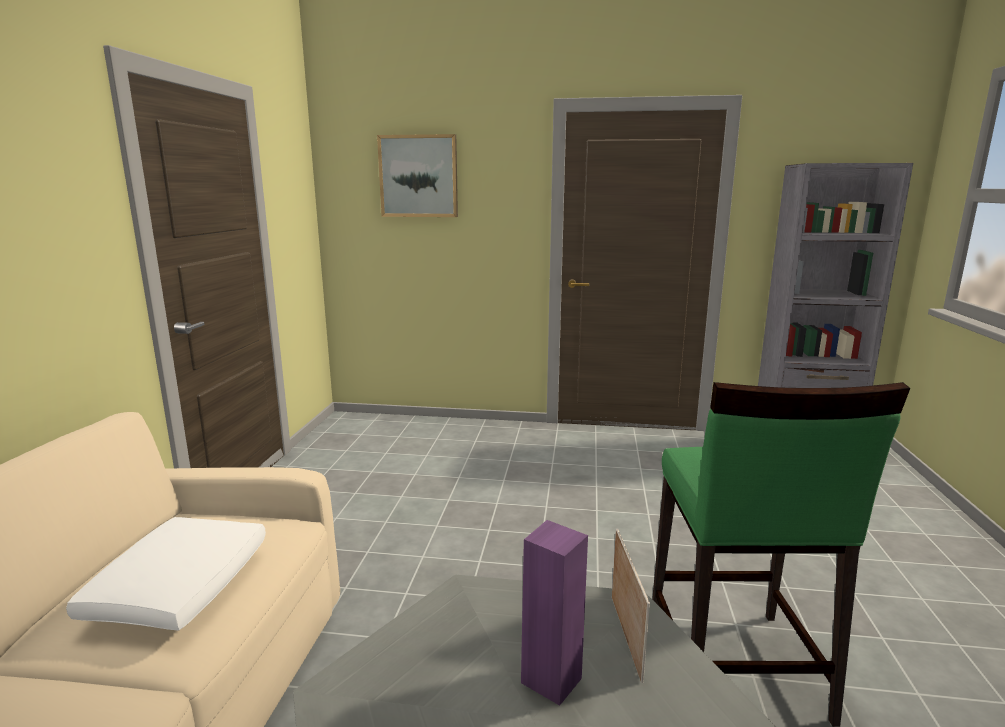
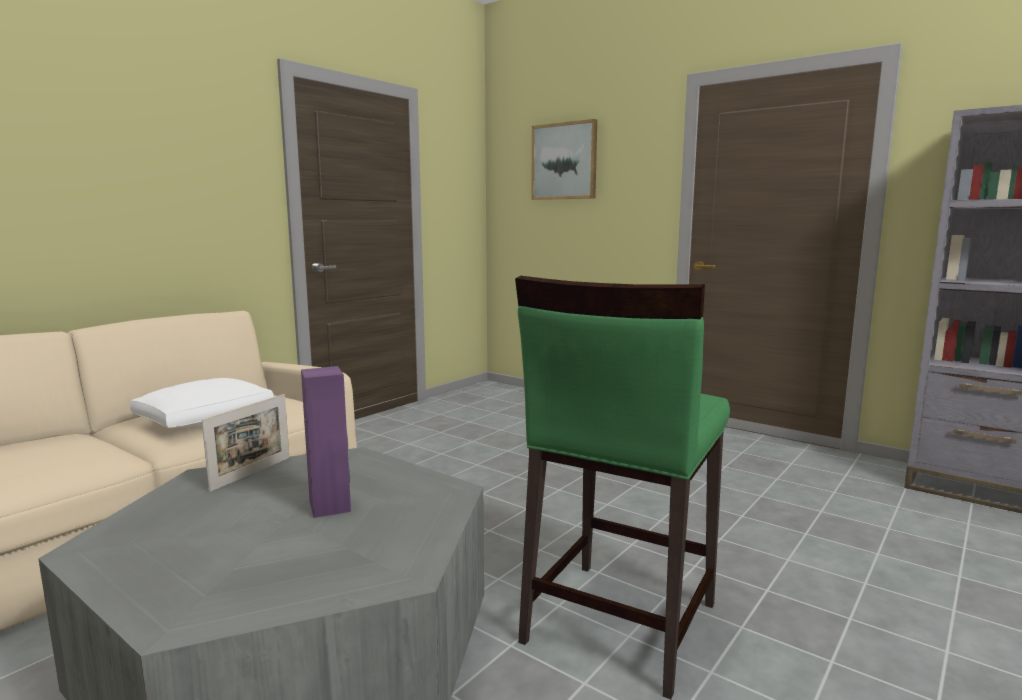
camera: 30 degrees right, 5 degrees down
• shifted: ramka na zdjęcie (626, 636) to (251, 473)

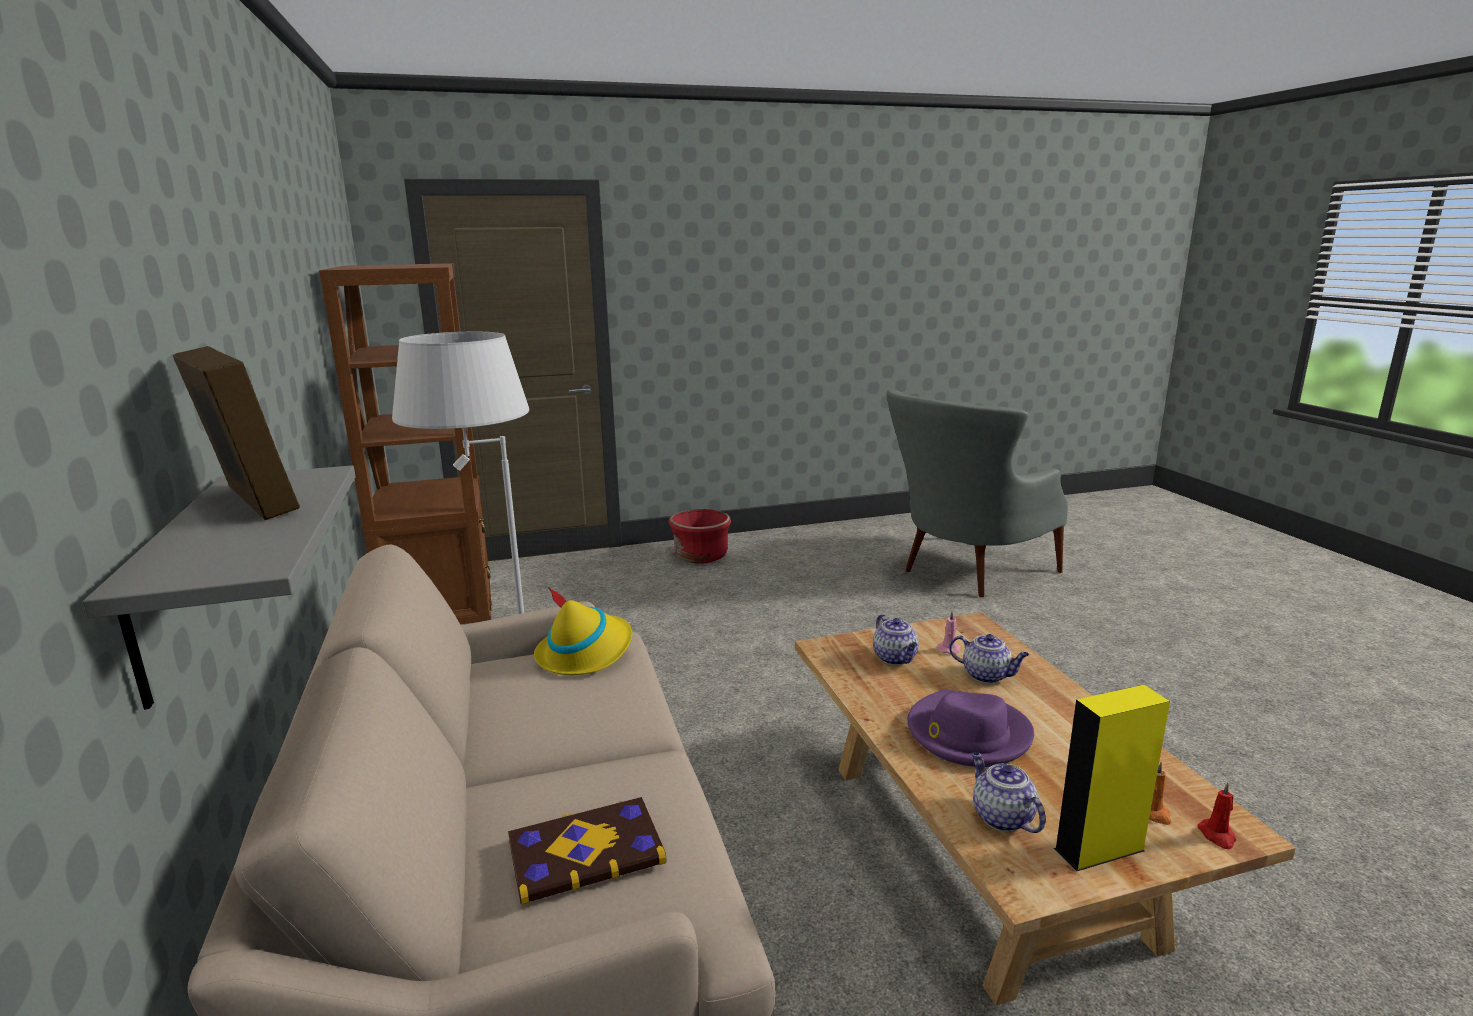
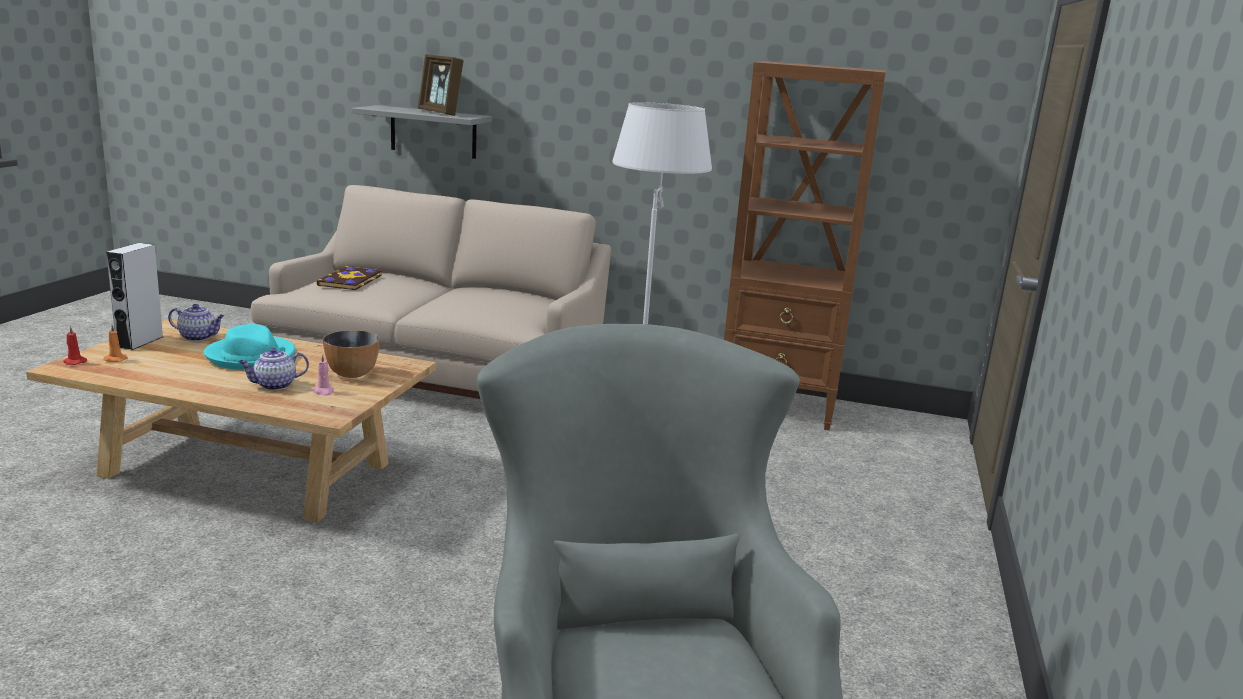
camera: 120 degrees right, 0 degrees up
• gone: kapelusz [żółty] (585, 652)
• gone: donica [czerwony] (701, 556)
• swapped: imbryk (895, 658) to miska (351, 374)
• repainted: kapelusz [fioletowy] (967, 734) to kapelusz [turkusowy] (251, 356)
• repainted: głośnik [żółty] (1099, 849) to głośnik [szary] (140, 342)
• rotated: ramka na zdjęcie (250, 502) = (440, 113) 60 degrees clockwise

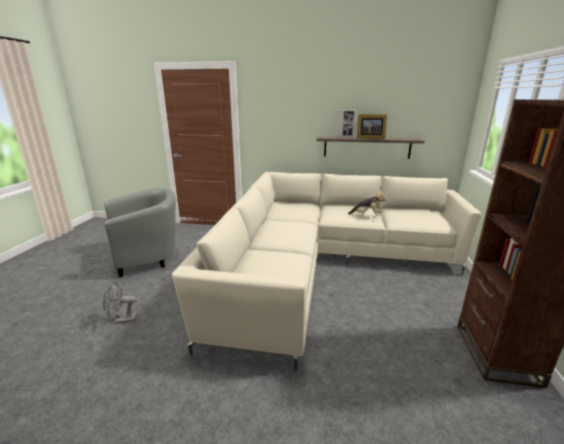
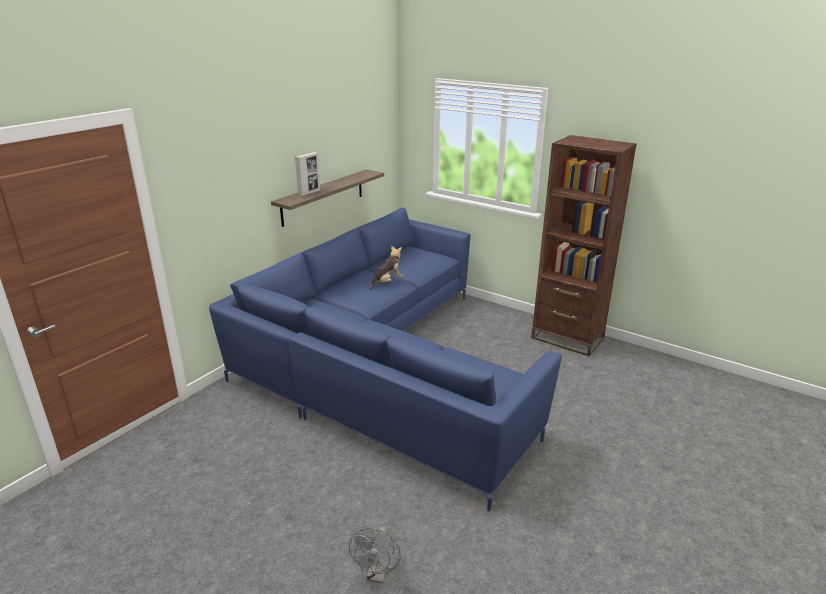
camera: 65 degrees left, 5 degrees up
• gone: fotel [szary] (148, 257)
• gone: ramka na zdjęcie (369, 138)
• repainted: kanapa [beżowy] (320, 266) to kanapa [niebieski] (380, 367)

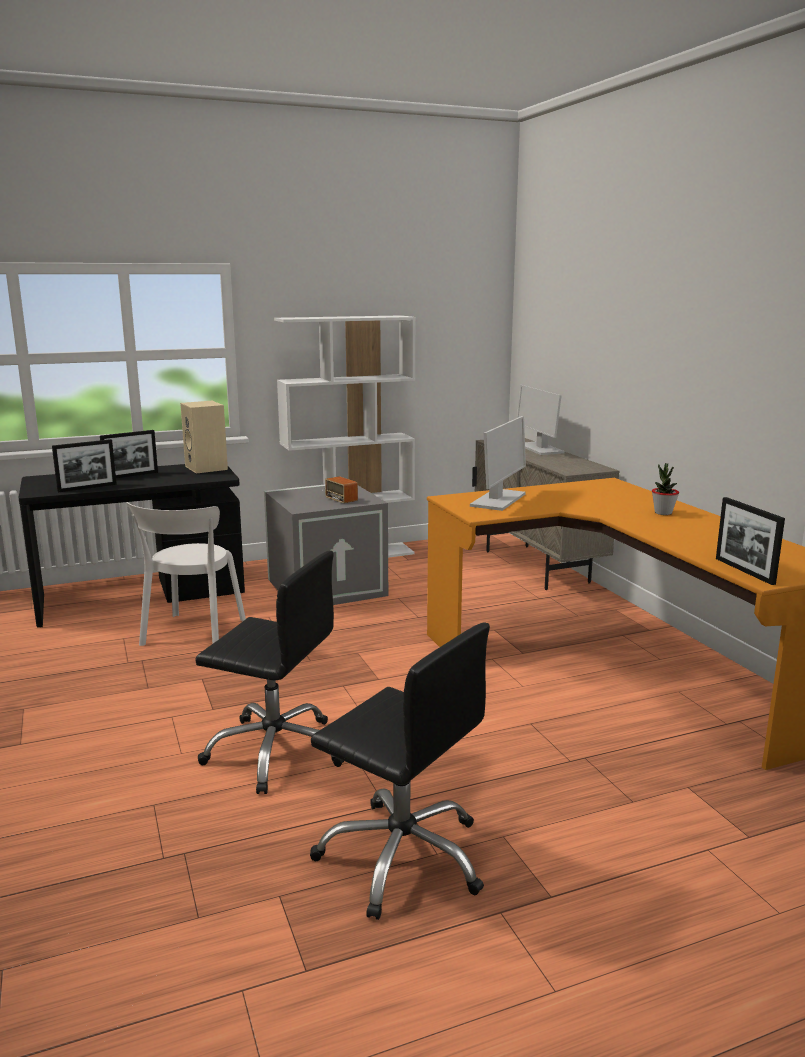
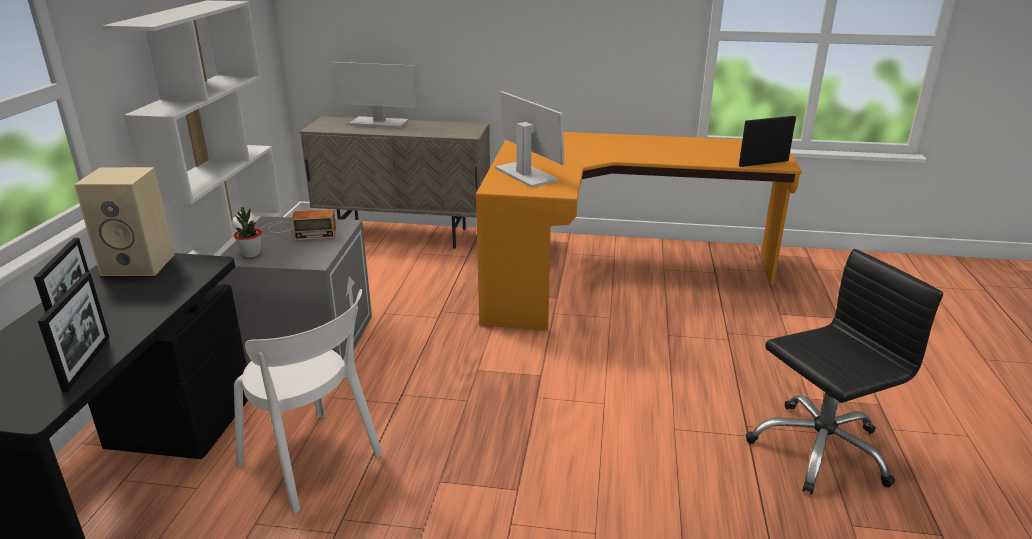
camera: 60 degrees left, 10 degrees up
• gone: krzesło biurowe [czarny] (275, 751)
• shifted: roślina doniczkowa (663, 513) to (251, 254)
• rotated: ramka na zdjęcie (744, 571) = (763, 163) 150 degrees clockwise

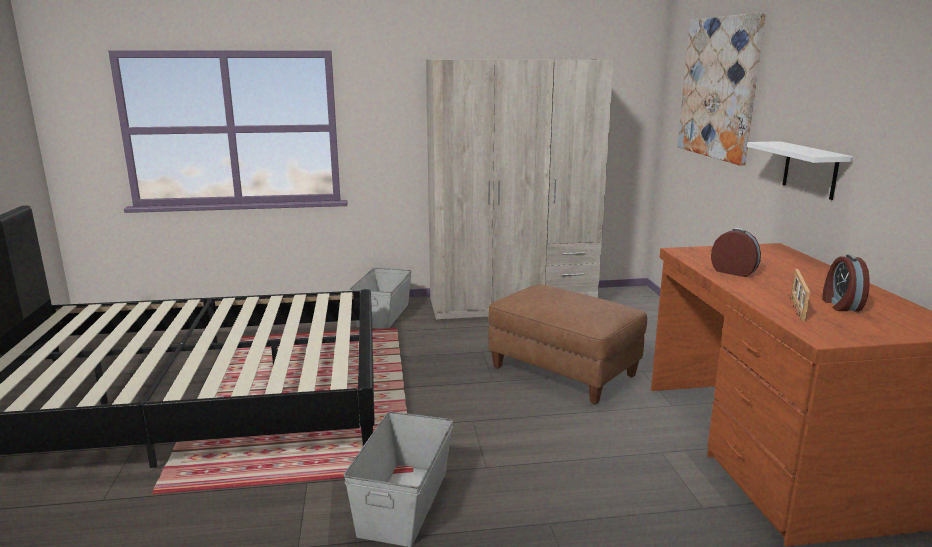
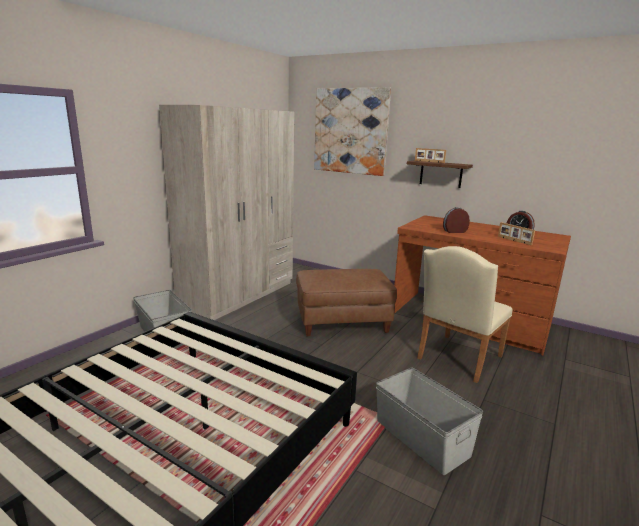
camera: 50 degrees left, 0 degrees up
• new: ramka na zdjęcie (429, 161)
• new: krzesło [beżowy] (457, 359)
• repainted: półka [biały] (810, 170) to półka [brązowy] (441, 174)

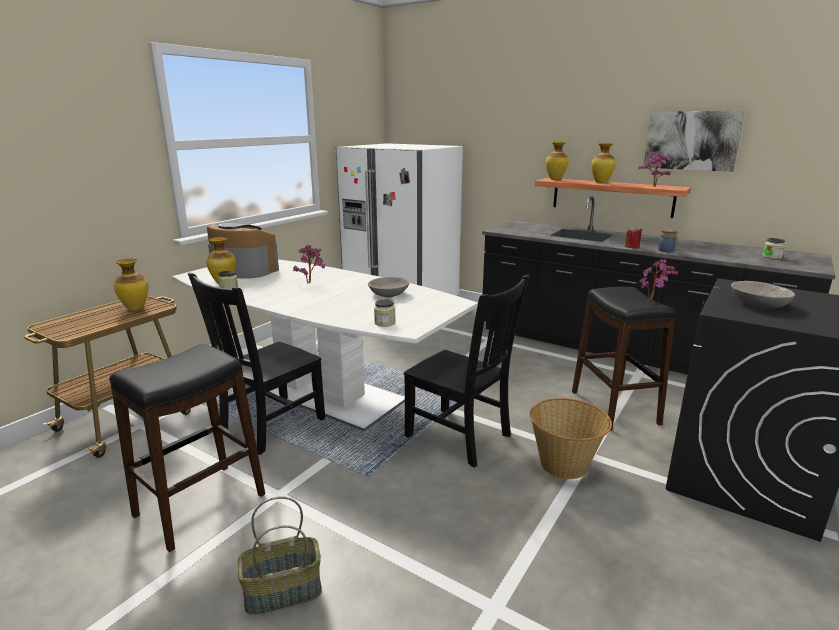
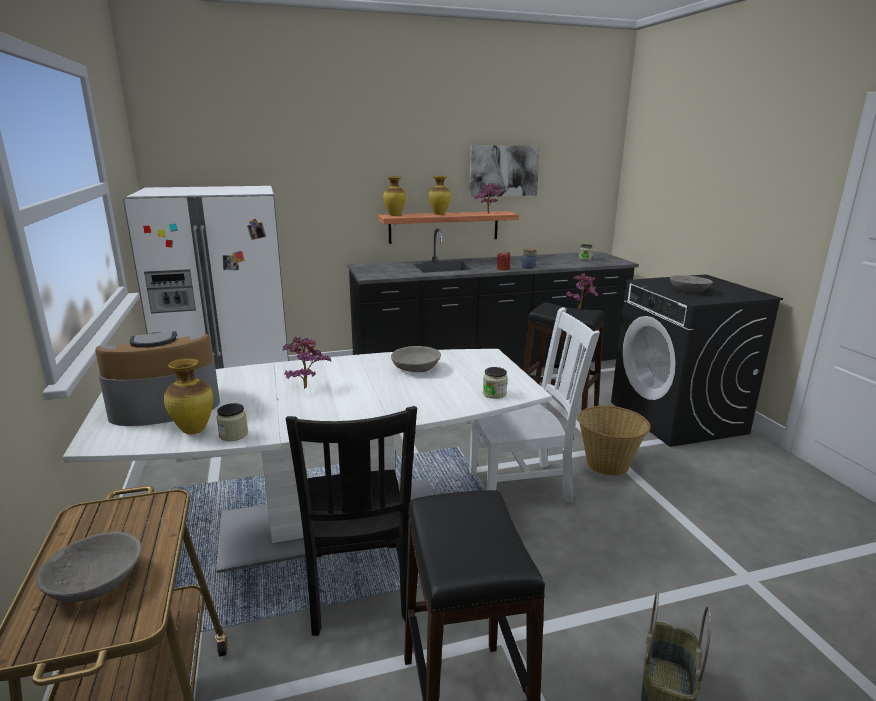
camera: 50 degrees left, 0 degrees up
• gone: wazon (135, 308)
• new: miska [szary] (96, 582)
• repainted: krzesło [czarny] (461, 437) to krzesło [biały] (523, 486)

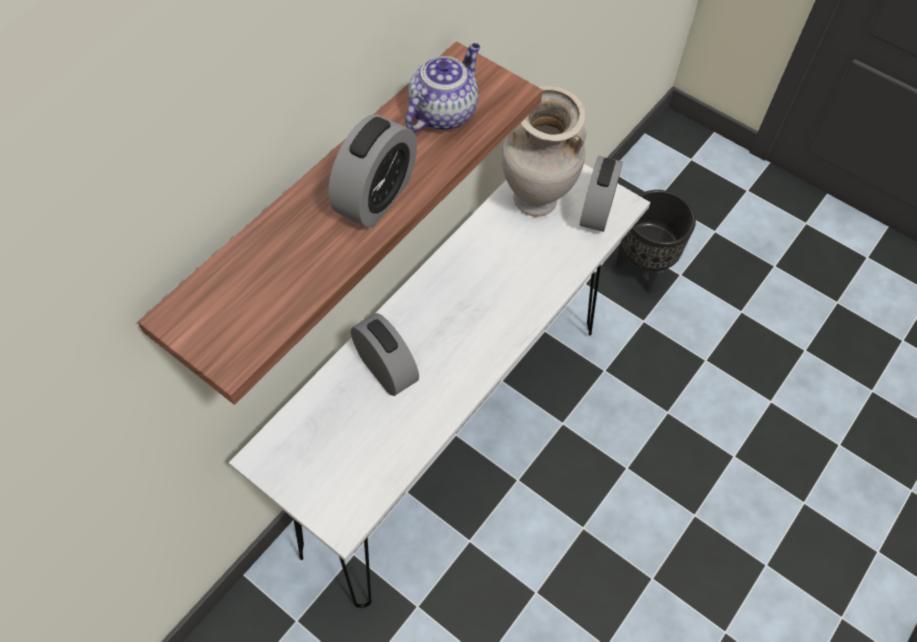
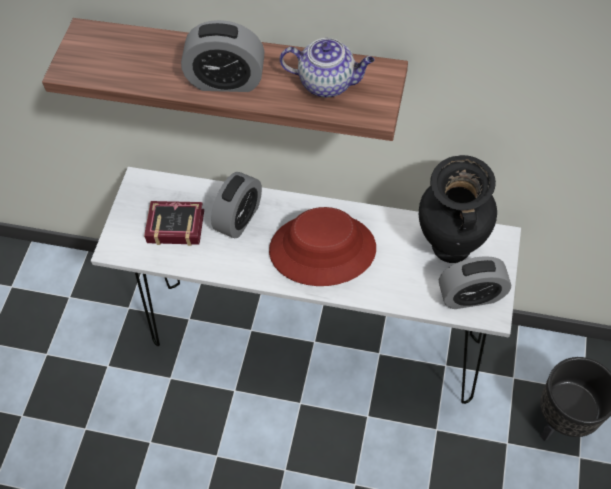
camera: 70 degrees right, 0 degrees up
• new: książka (173, 225)
• new: kapelusz [czerwony] (322, 249)
• repainted: wazon [beżowy] (535, 202) to wazon [czarny] (449, 247)

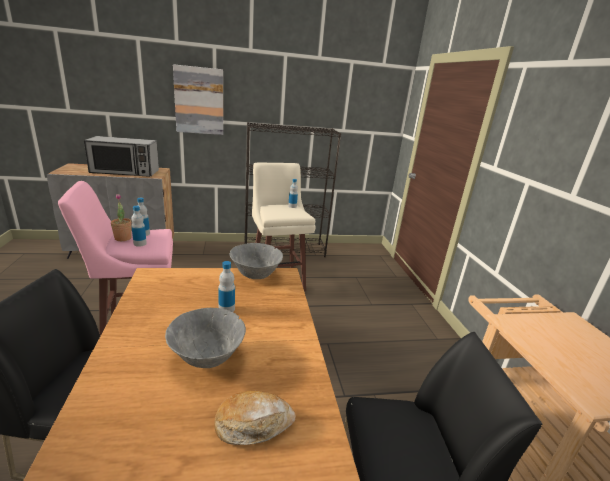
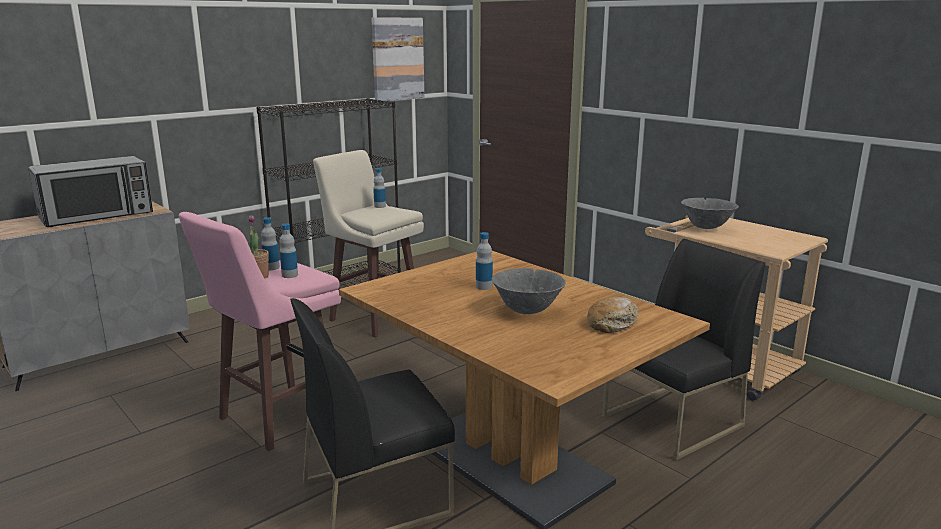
camera: 30 degrees left, 5 degrees down
• shifted: obraz (199, 101) to (397, 59)
• shifted: miska [szary] (255, 276) to (706, 228)

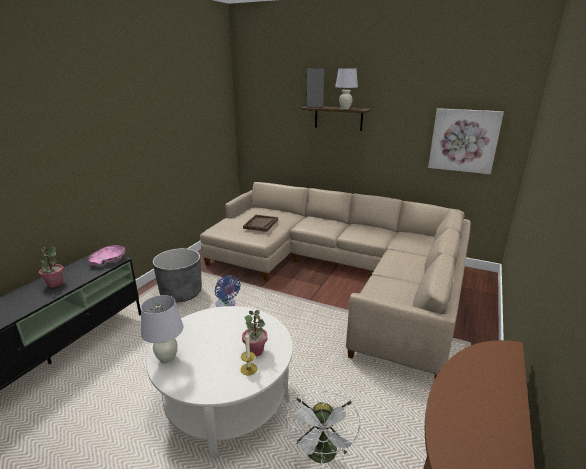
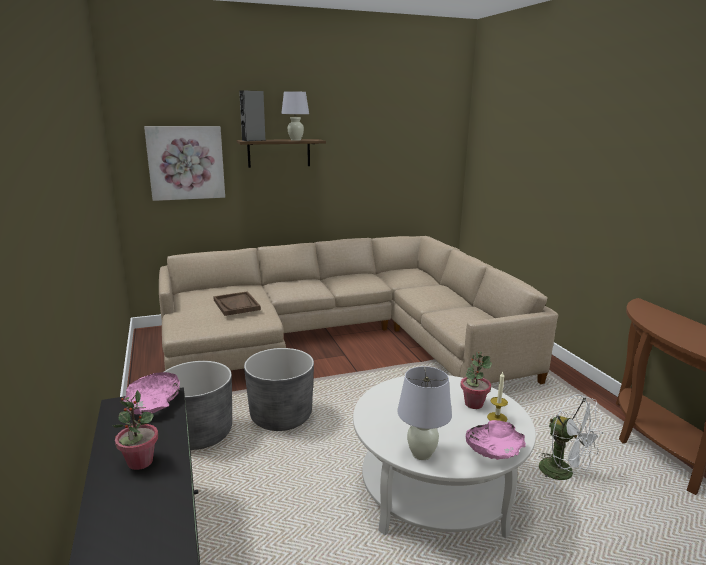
camera: 45 degrees left, 5 degrees down
• new: miska [różowy] (494, 449)
• shifted: obraz (463, 140) to (186, 163)
• swapped: wentylator [niebieski] (226, 305) to donica [szary] (281, 416)

